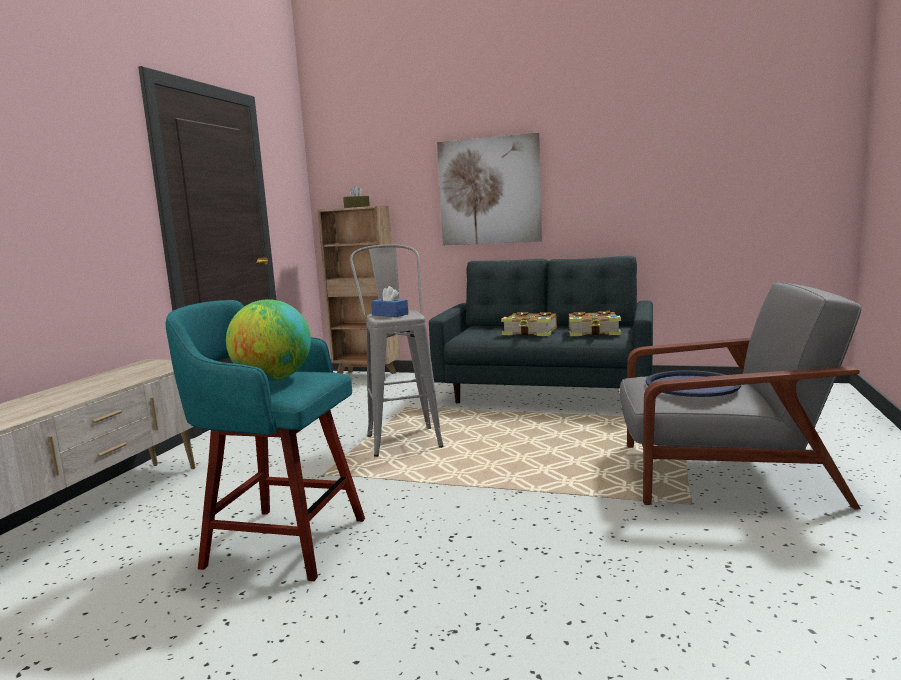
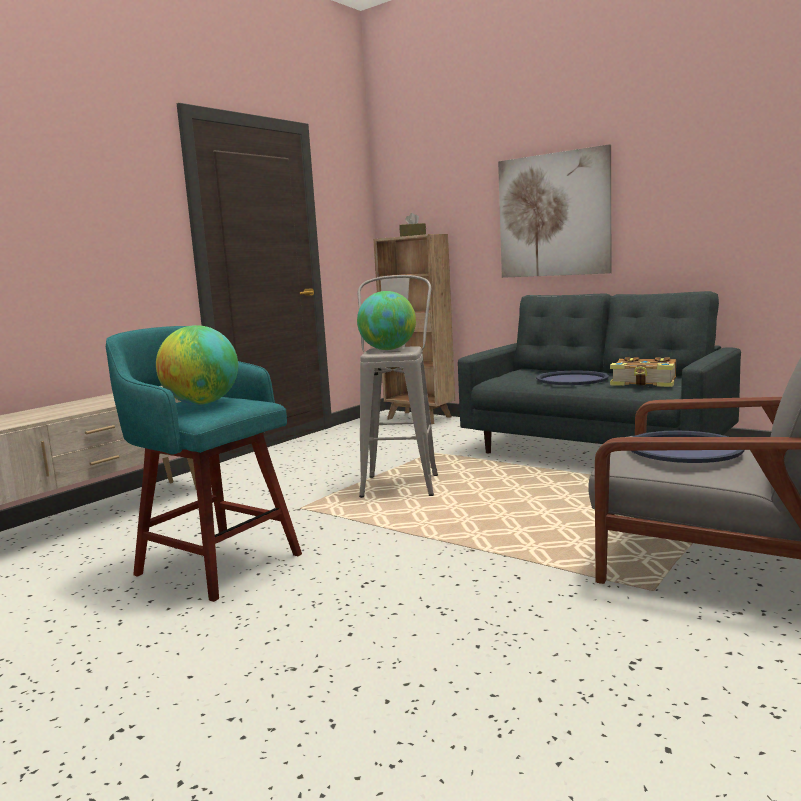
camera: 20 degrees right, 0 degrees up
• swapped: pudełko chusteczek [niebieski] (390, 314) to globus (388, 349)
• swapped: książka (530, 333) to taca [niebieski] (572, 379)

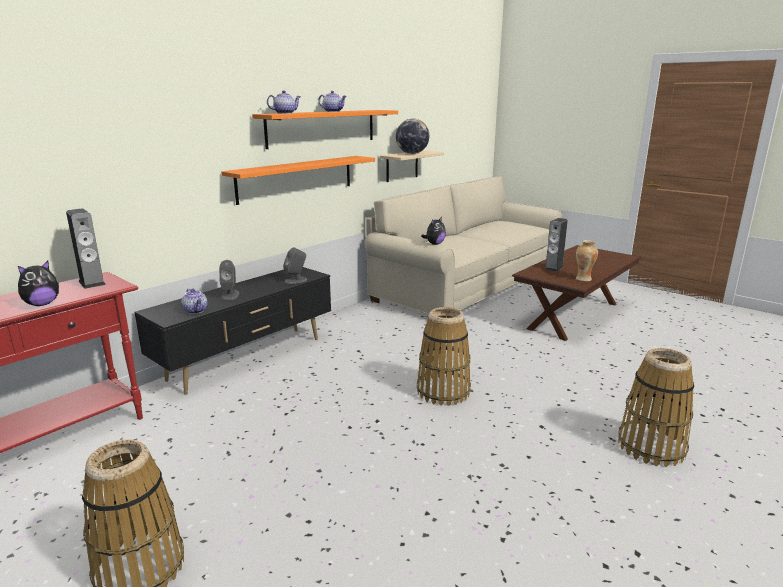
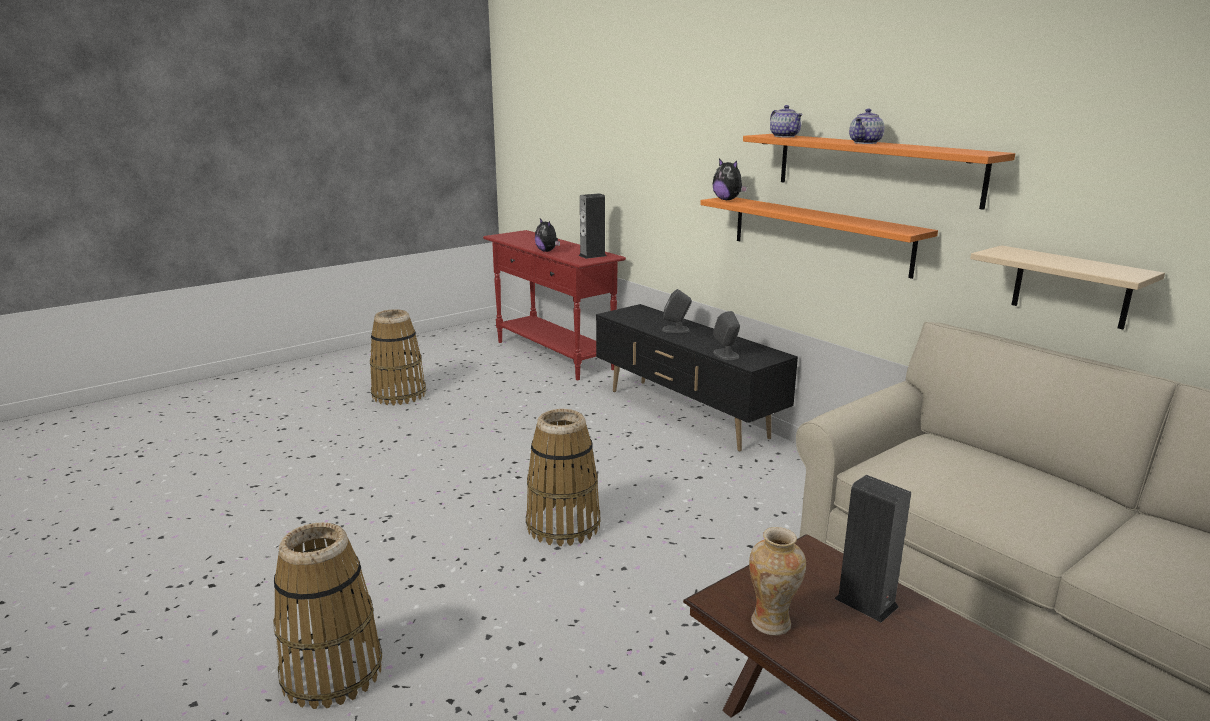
camera: 100 degrees right, 0 degrees up
• gone: imbryk (196, 311)
• gone: globus (412, 153)
• shifted: pluszak (434, 244) to (727, 200)

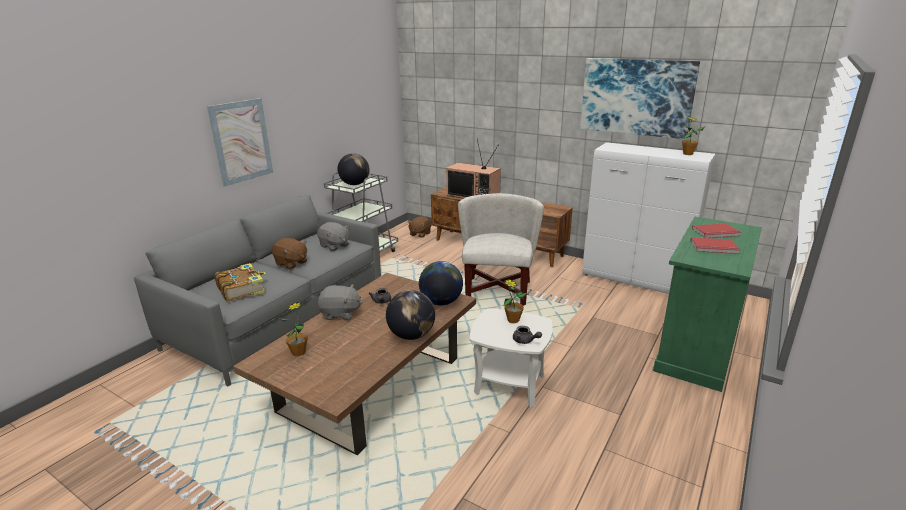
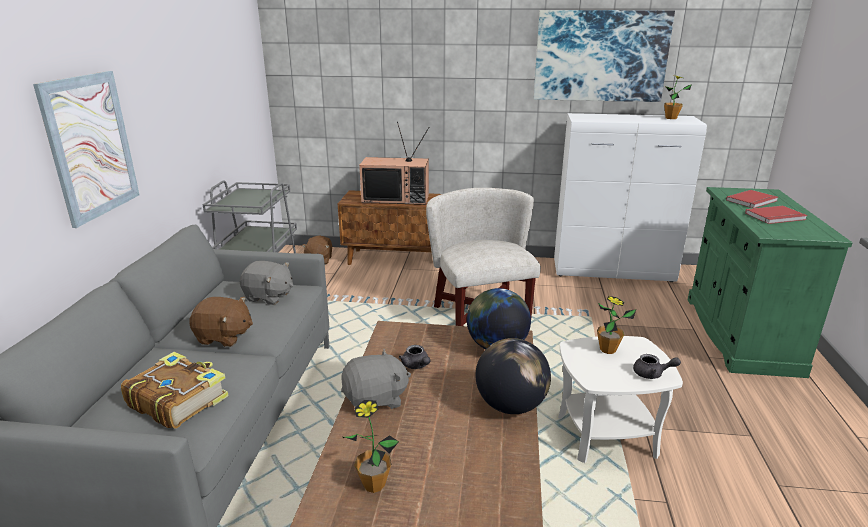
camera: 25 degrees left, 0 degrees up
• gone: globus (354, 184)

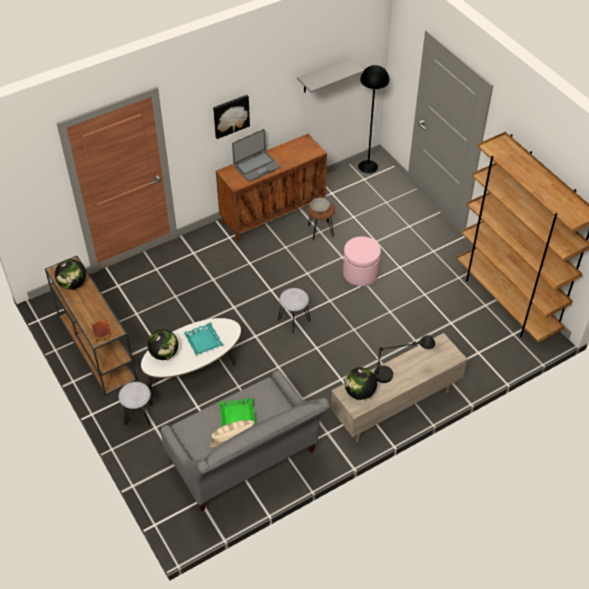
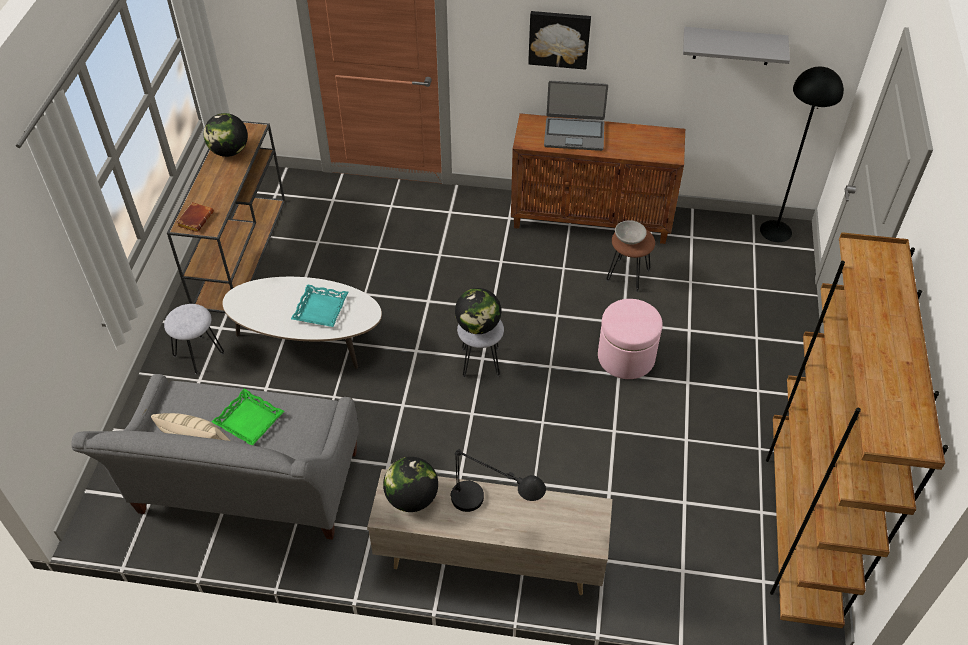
camera: 40 degrees right, 0 degrees up
• shifted: globus (164, 353) to (478, 326)

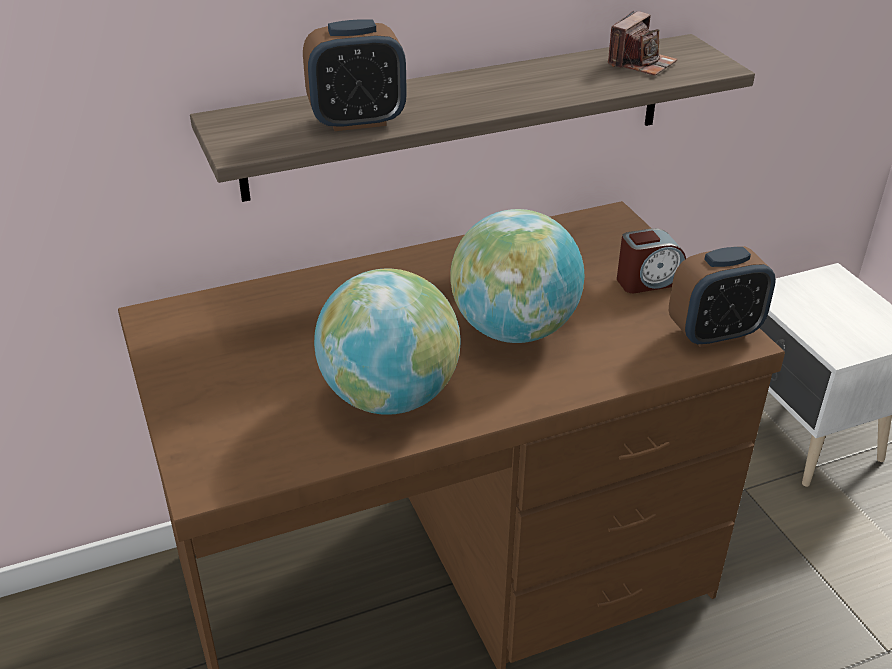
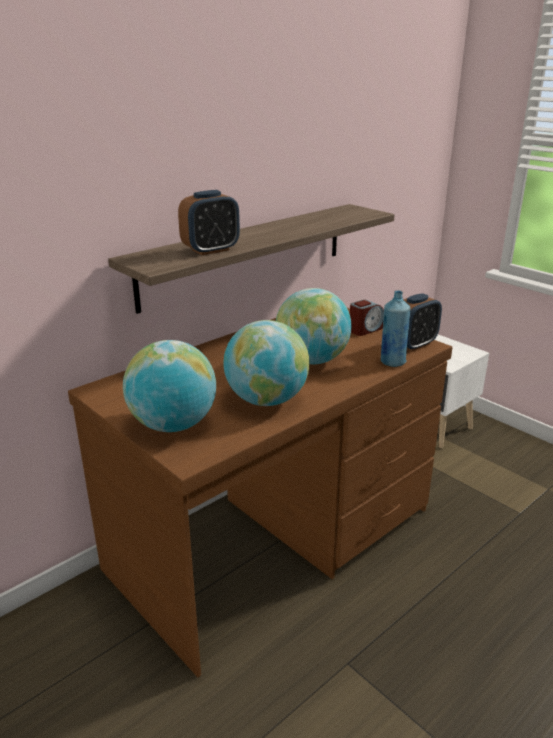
camera: 20 degrees left, 10 degrees down
• gone: aparat fotograficzny (641, 63)
• new: globus (173, 425)
• new: butelka [niebieski] (392, 362)

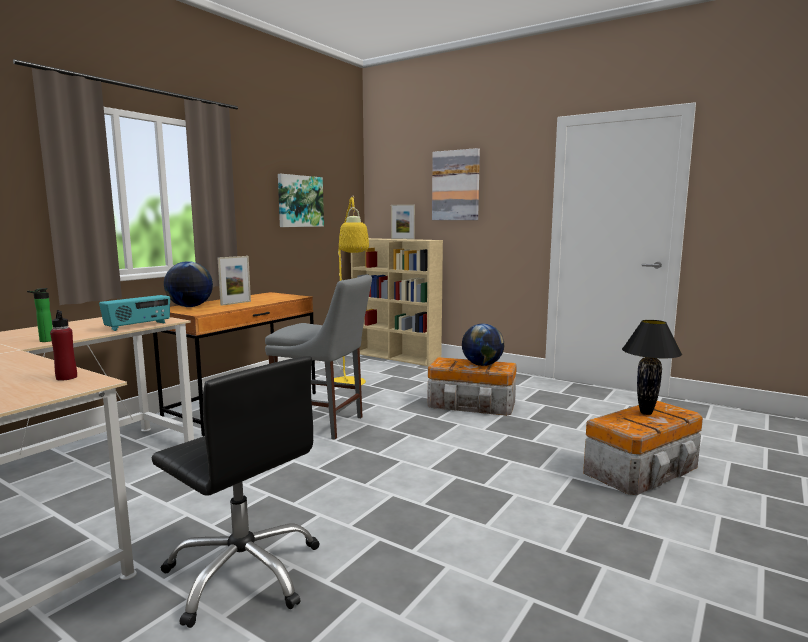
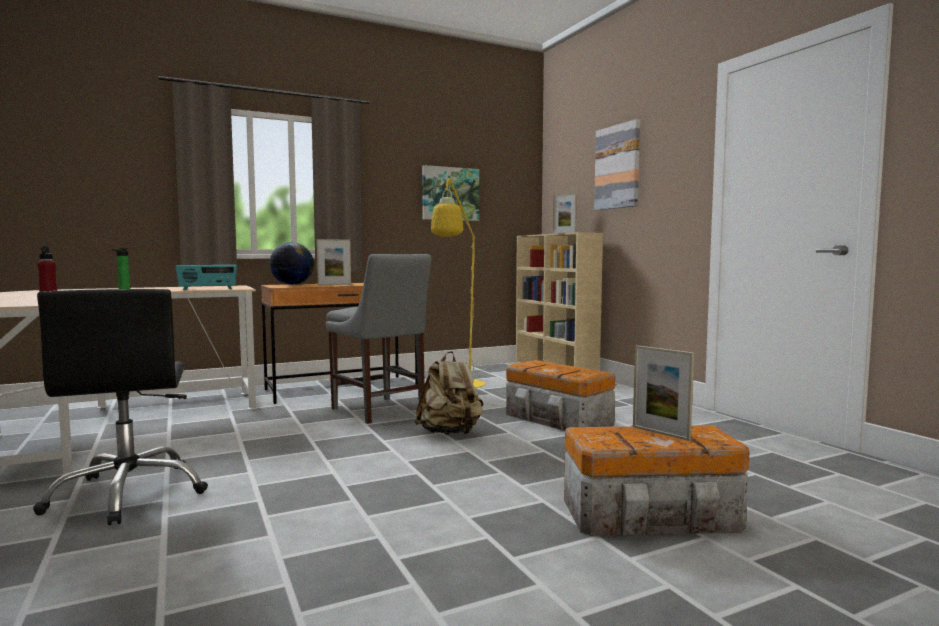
camera: 30 degrees right, 5 degrees down
• gone: globus (482, 365)
• new: plecak [beżowy] (450, 433)
• swapped: lampa stołowa [czarny] (646, 413) to ramka na zdjęcie (660, 433)

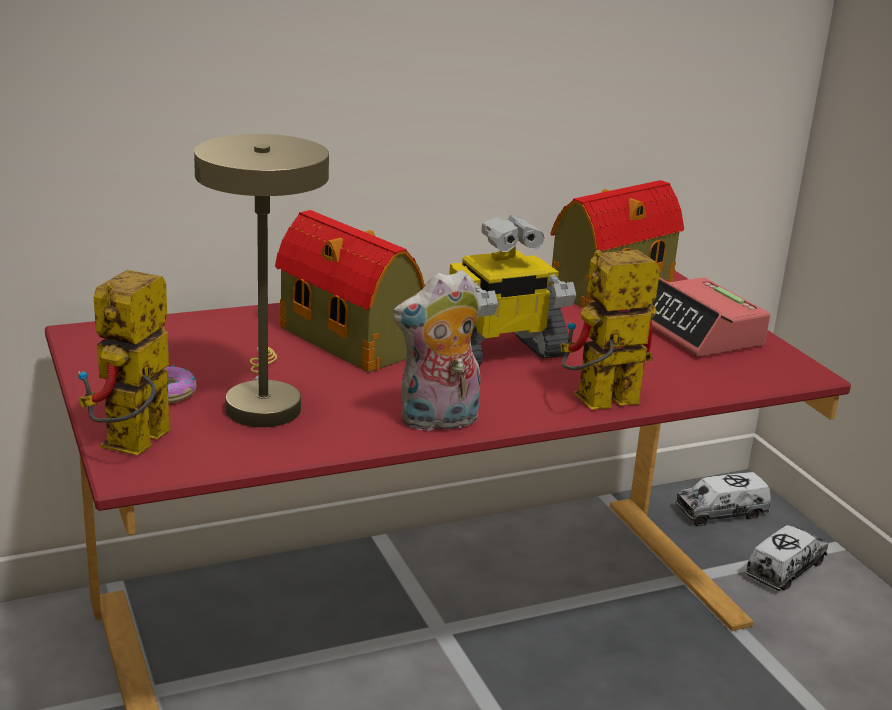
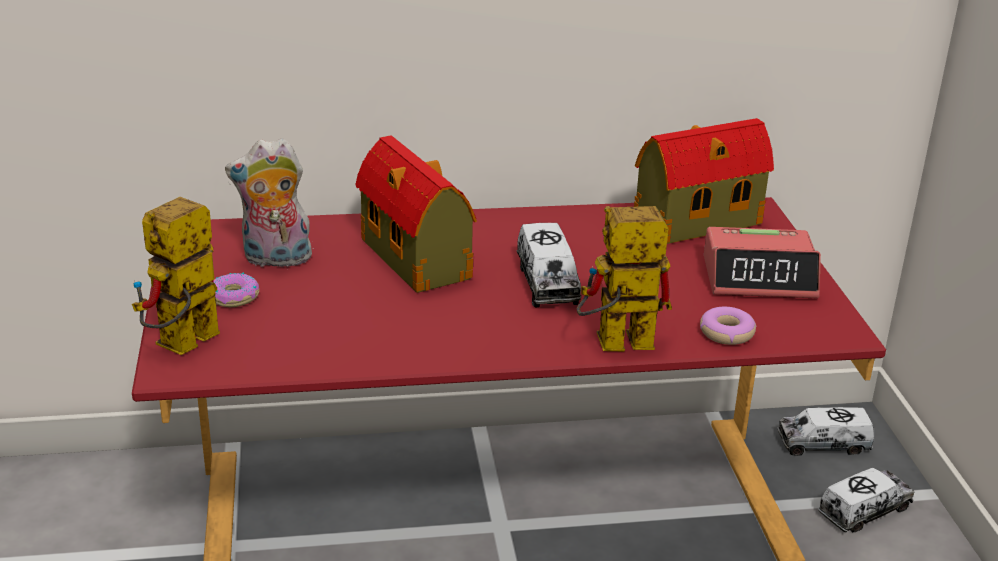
camera: 15 degrees right, 5 degrees up
• gone: lampa stołowa [beżowy] (262, 403)
• new: donut (726, 333)
• shifted: pluszak (438, 422) to (275, 260)
• swapped: robot zabawkowy (497, 352) to ciężarówka zabawkowa (547, 282)
• rotated: budzik (699, 332) = (759, 277) 75 degrees counterclockwise

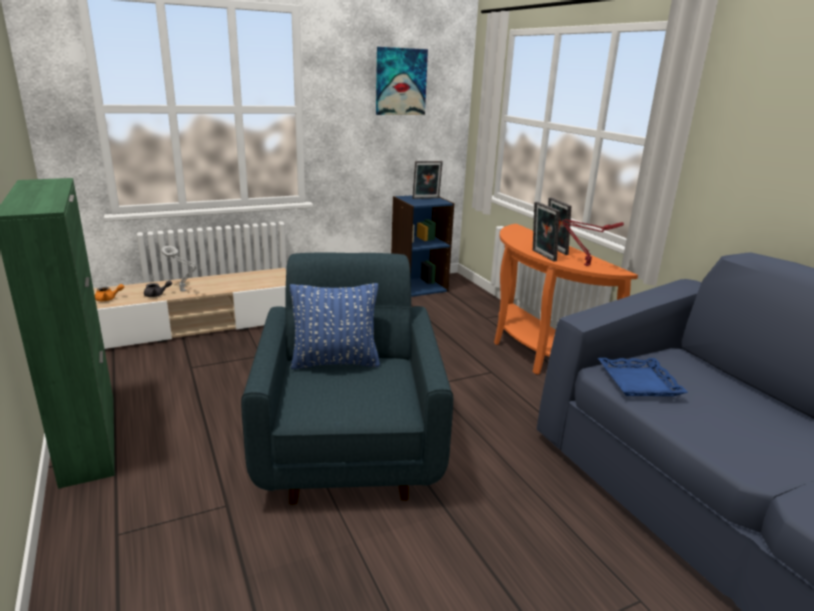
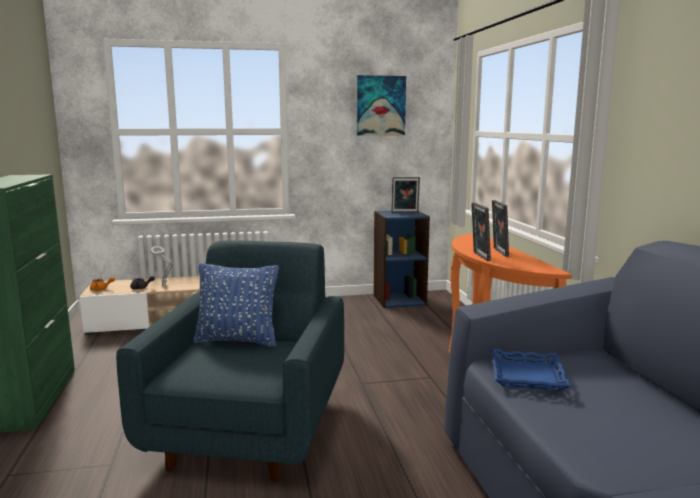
camera: 15 degrees right, 10 degrees down
• gone: lampa stołowa [czerwony] (585, 265)

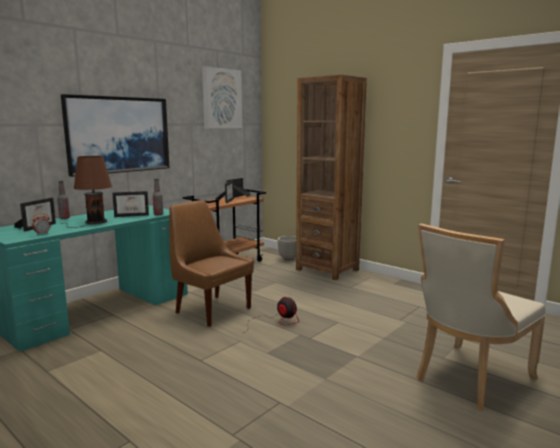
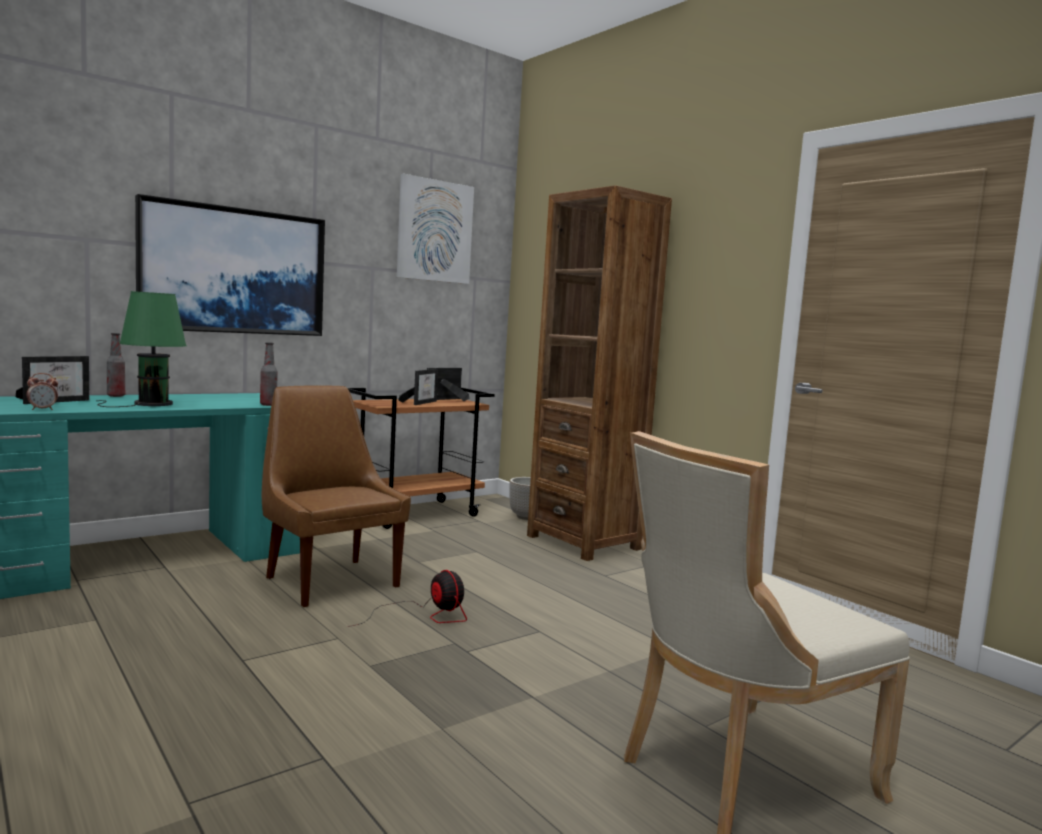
camera: 10 degrees right, 5 degrees down
• gone: ramka na zdjęcie (132, 215)
• repainted: lampa stołowa [brązowy] (93, 222) to lampa stołowa [zielony] (148, 404)

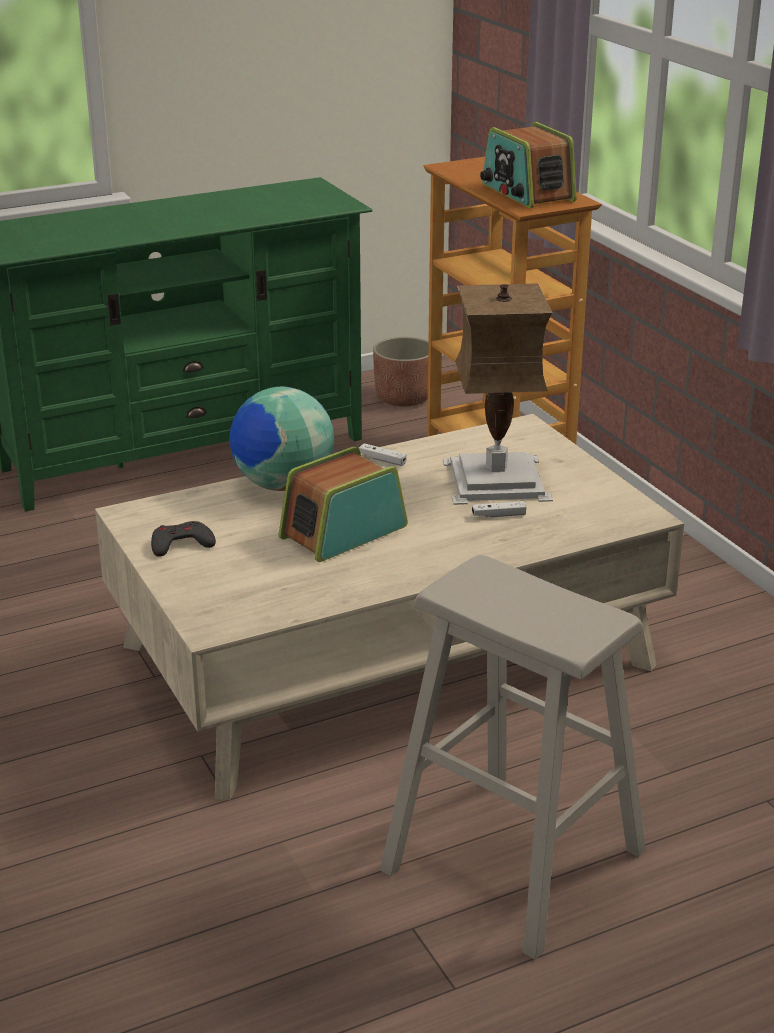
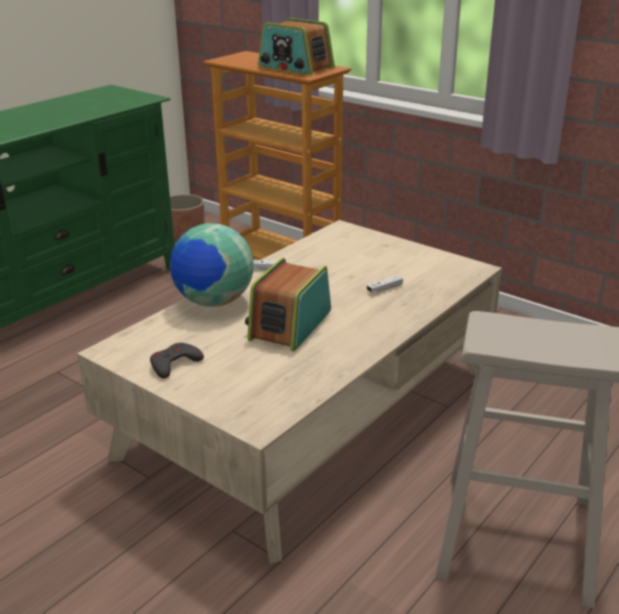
camera: 25 degrees left, 0 degrees up
• gone: lampa stołowa (493, 479)

